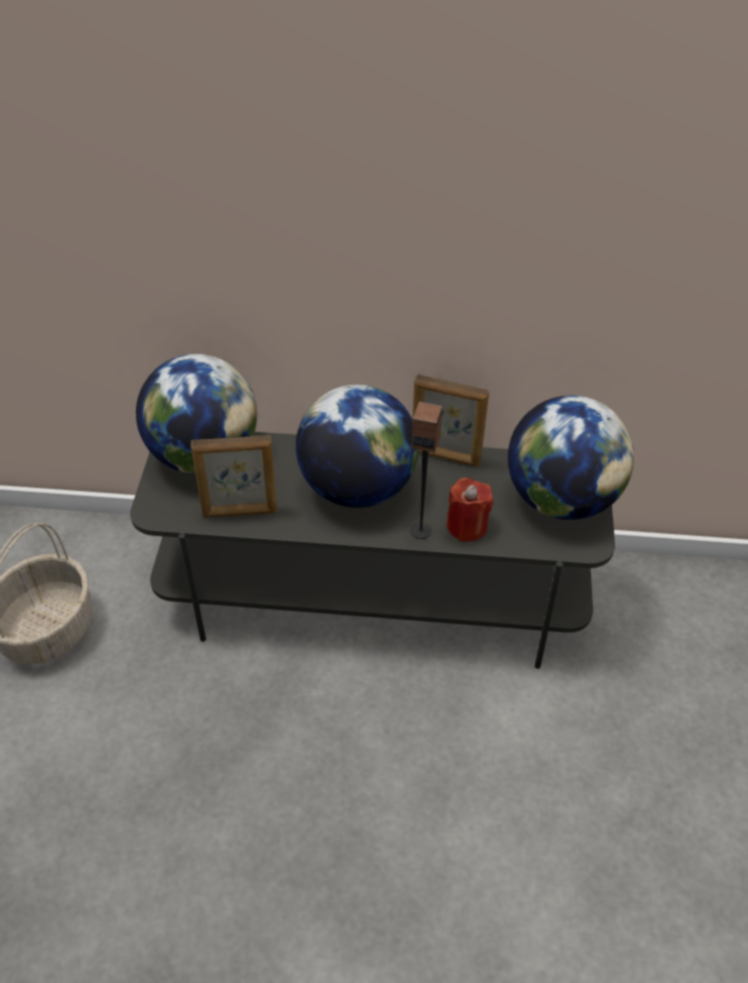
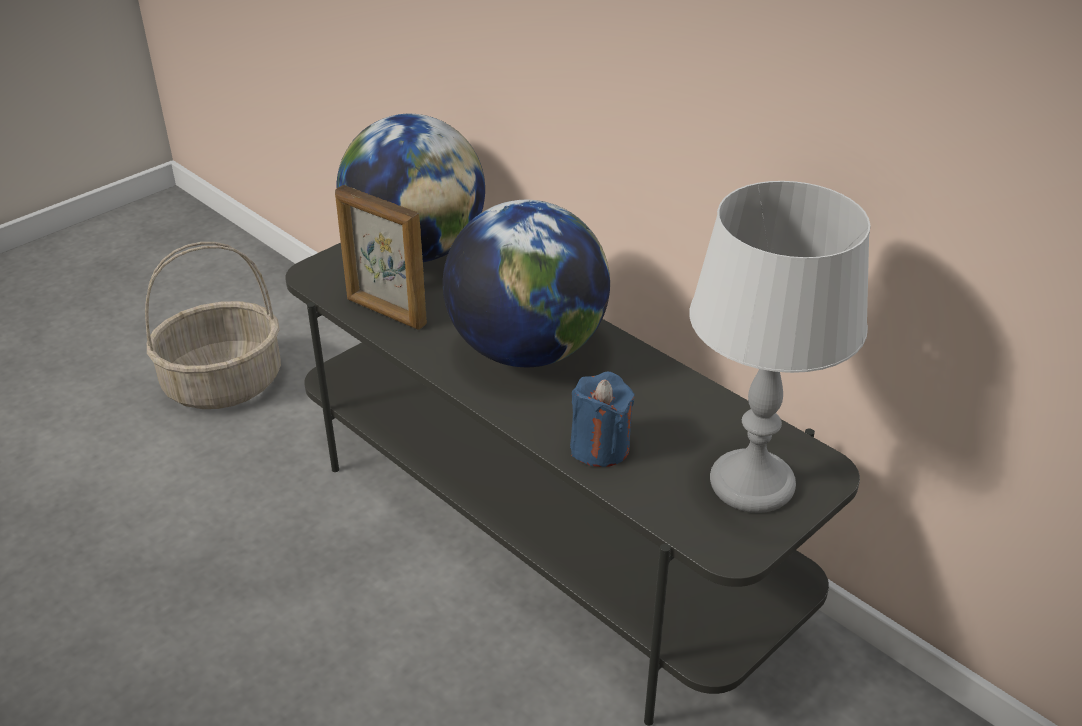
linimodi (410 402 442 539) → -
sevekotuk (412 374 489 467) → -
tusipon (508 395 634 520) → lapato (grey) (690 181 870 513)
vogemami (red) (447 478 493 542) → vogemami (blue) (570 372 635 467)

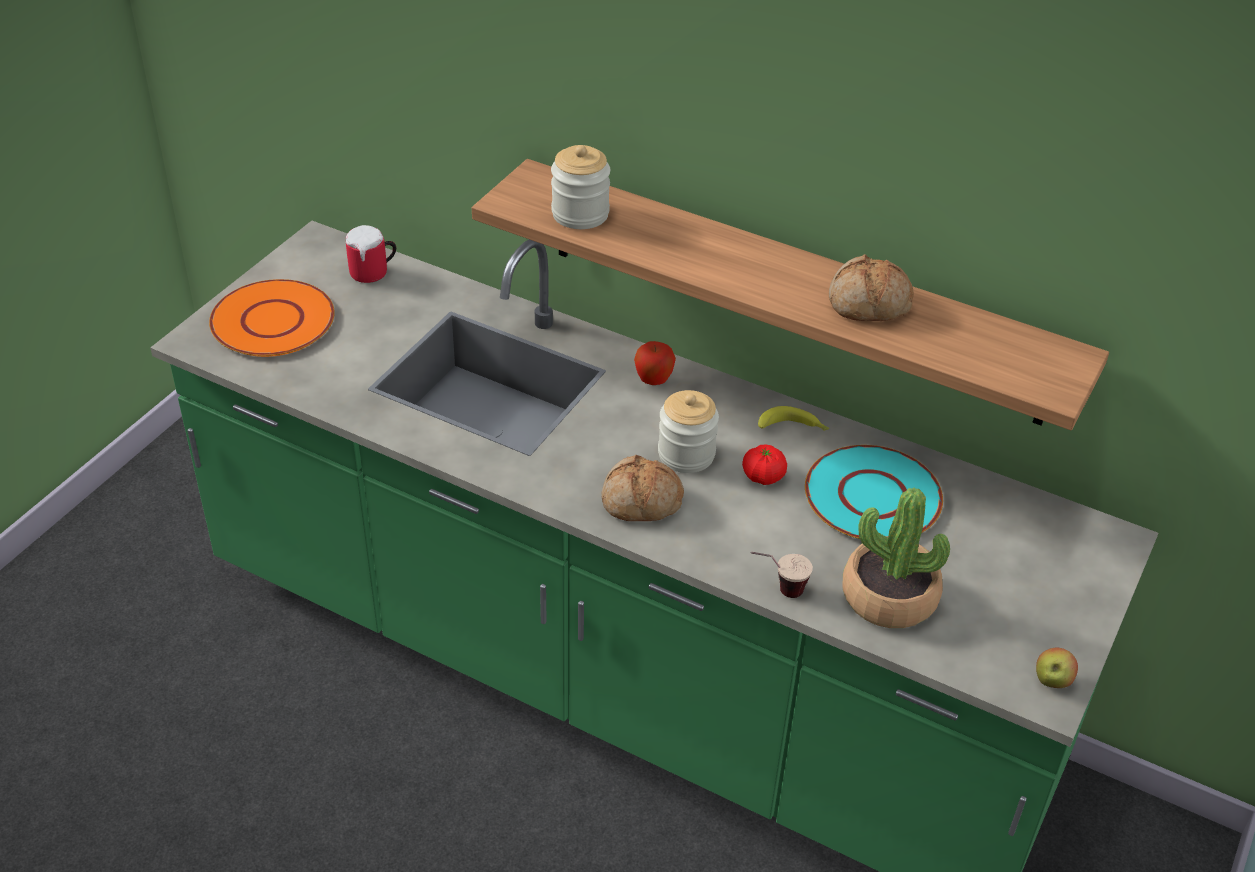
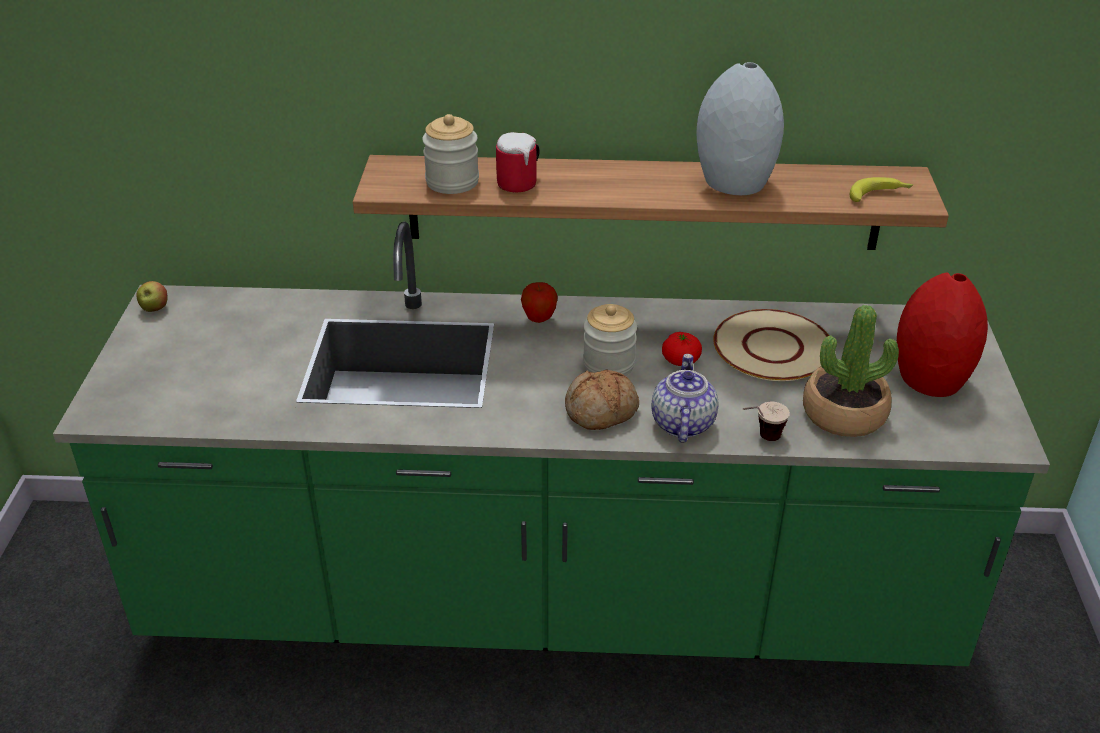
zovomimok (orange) (209 279 335 357) → -
- → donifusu (652 354 719 443)
- → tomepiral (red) (897 273 988 397)
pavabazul (346 225 396 283) → pavabazul (496 132 540 193), relocated
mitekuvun (758 406 830 431) → mitekuvun (850 177 913 202), relocated
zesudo (1036 647 1078 688) → zesudo (137 281 167 312), relocated
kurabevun (829 254 914 321) → tomepiral (grey) (697 62 784 195)
zovomimok (turquoise) (805 445 943 539) → zovomimok (beige) (713 309 829 381)

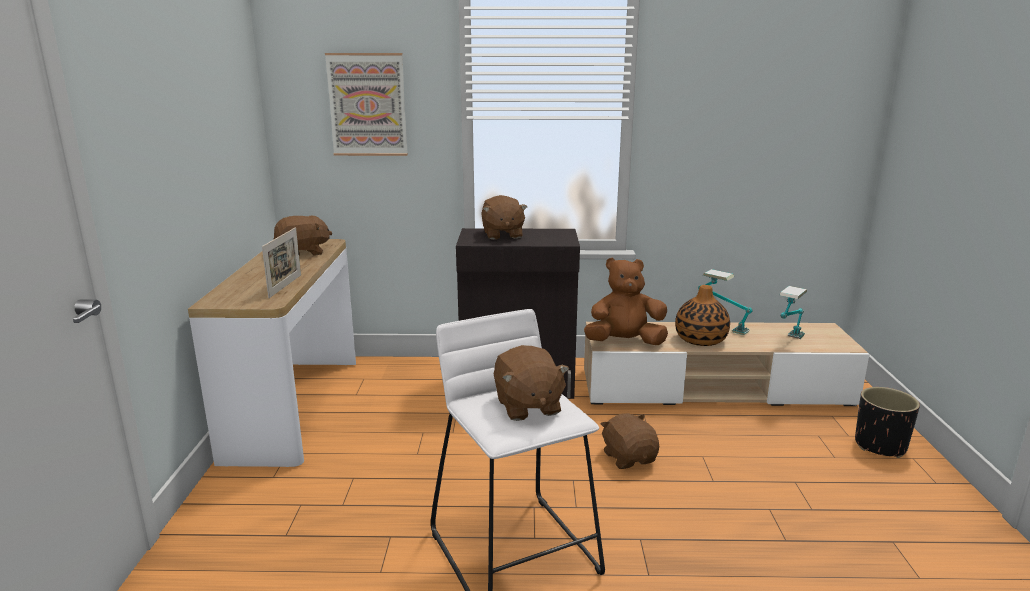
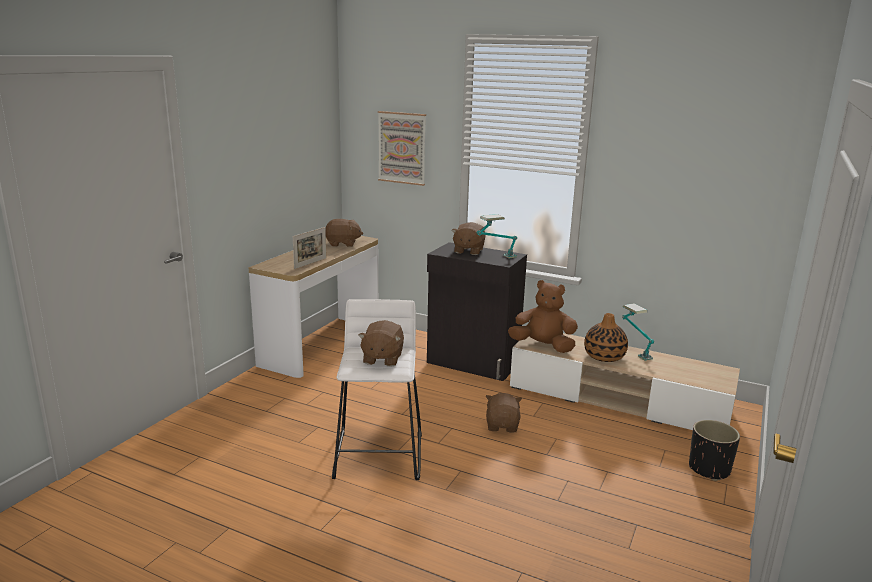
lapato (779 286 807 339) → lapato (477 214 517 259), relocated

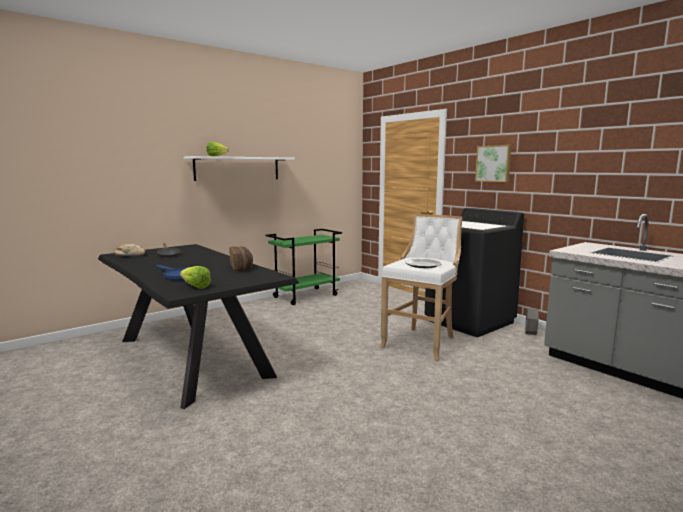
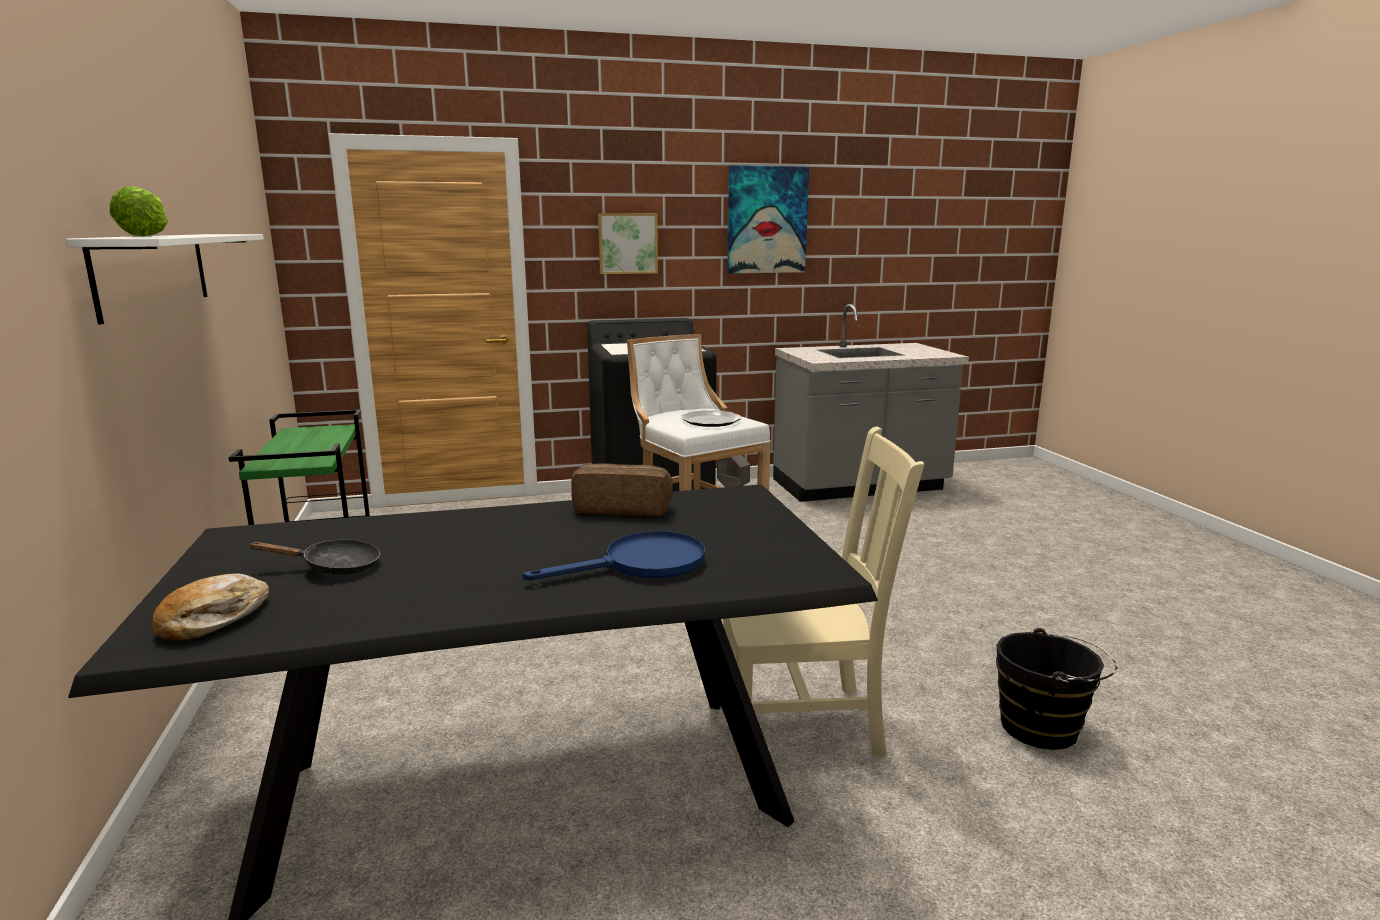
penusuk (180 266 211 289) → -
- → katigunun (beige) (723 426 924 765)
- → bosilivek (727 165 809 274)
- → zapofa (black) (996 628 1118 750)

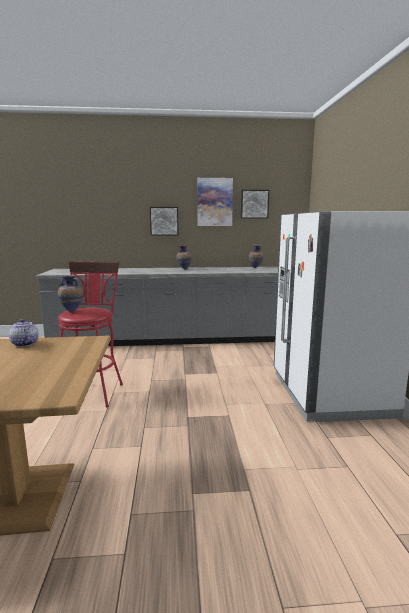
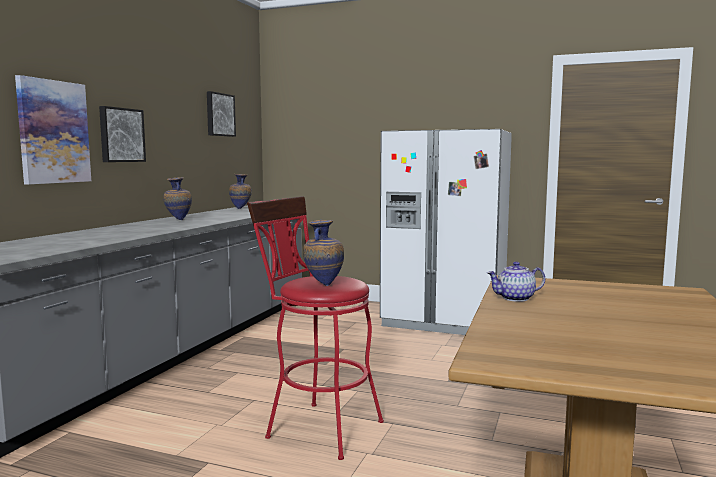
bosilivek (198 178 233 226) → bosilivek (15 75 91 184), relocated

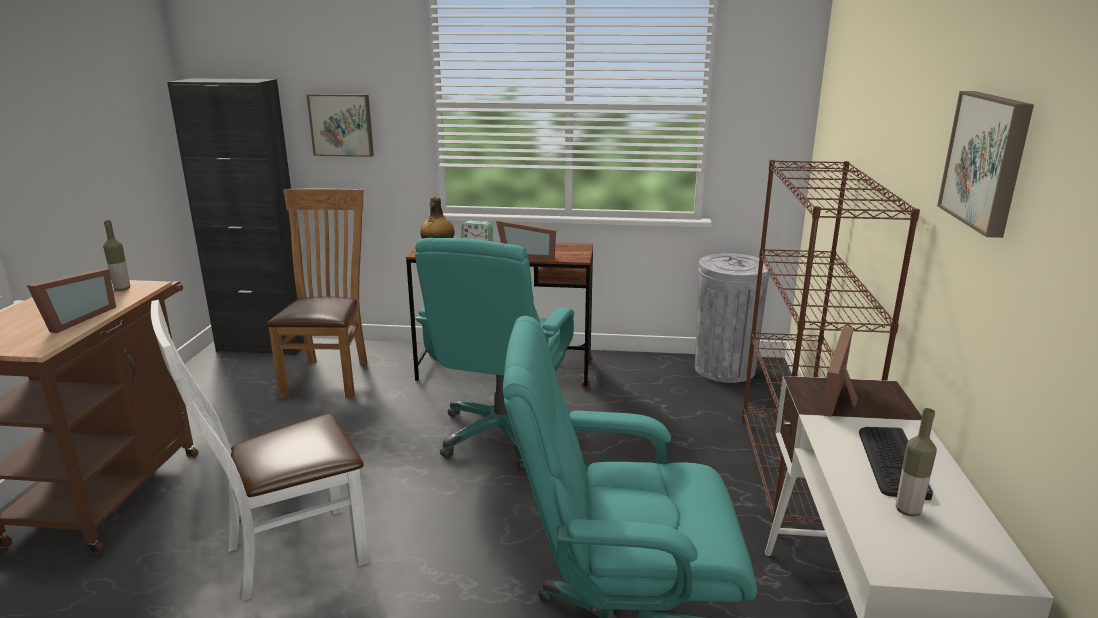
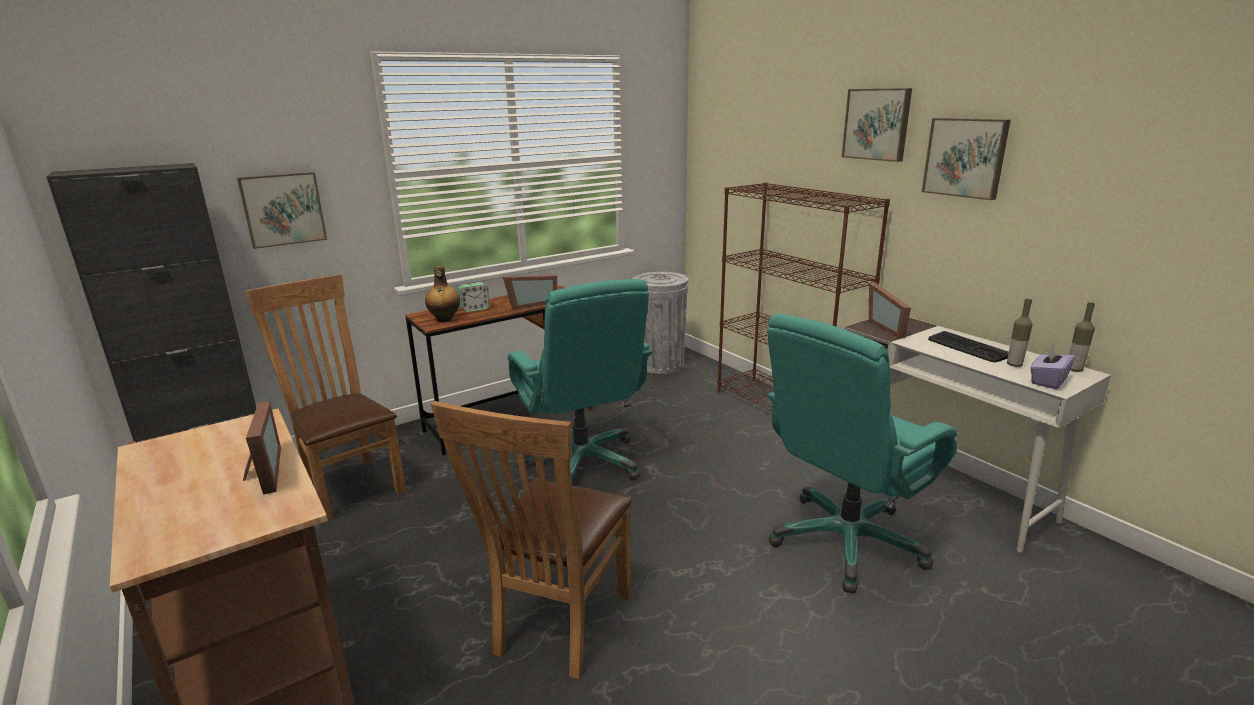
- → bosilivek (842 88 912 162)
- → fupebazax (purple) (1030 345 1075 389)
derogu (103 220 130 291) → derogu (1069 302 1095 372), relocated
katigunun (white) (151 300 370 601) → katigunun (brown) (431 401 632 679)

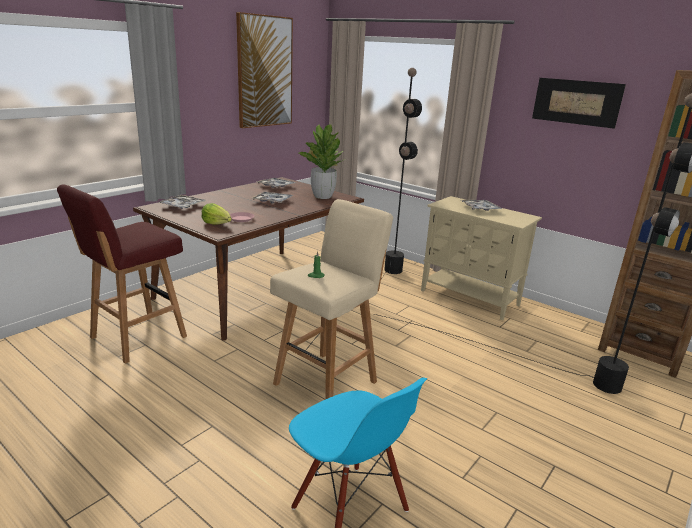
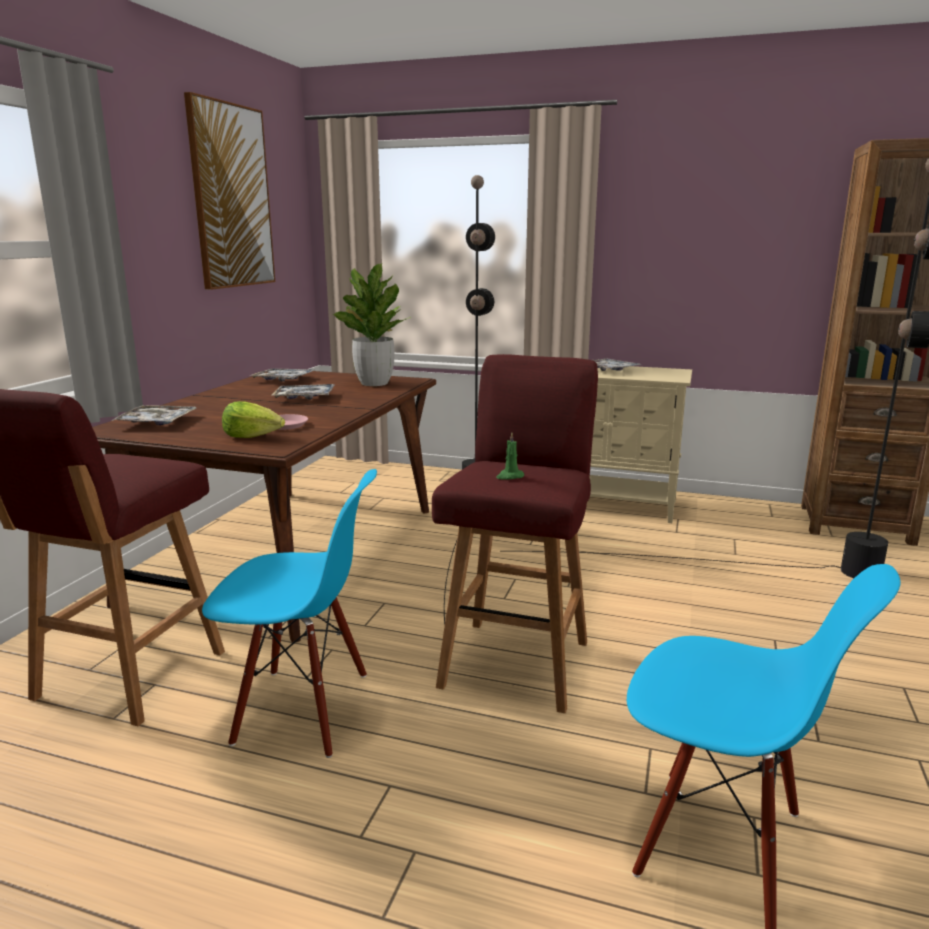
bosilivek (532 78 626 129) → -
- → katigunun (blue) (202 469 377 758)
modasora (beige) (270 199 393 400) → modasora (red) (432 354 598 713)

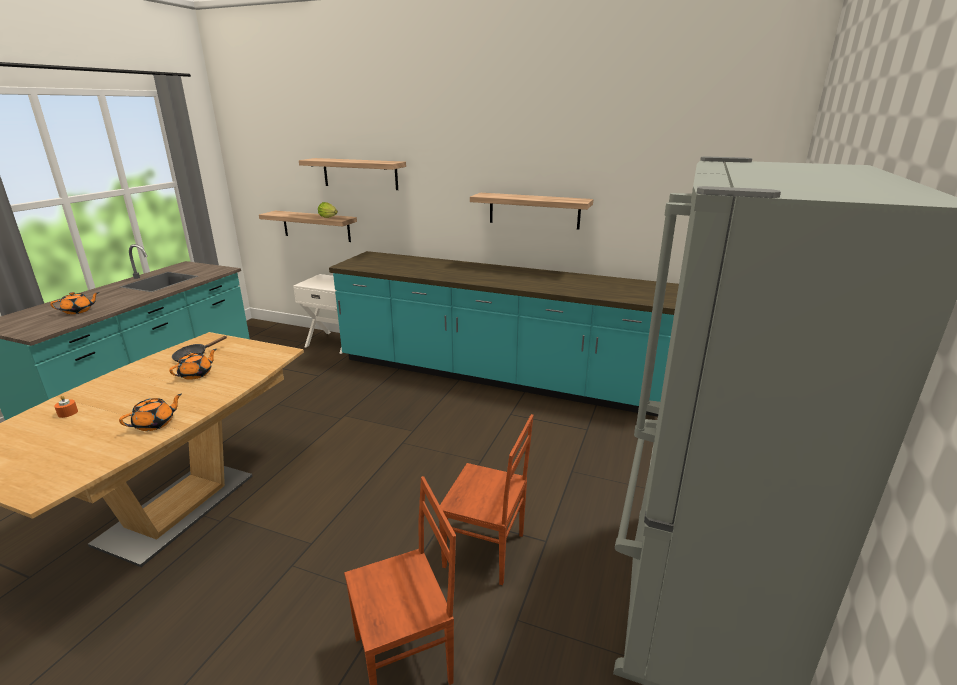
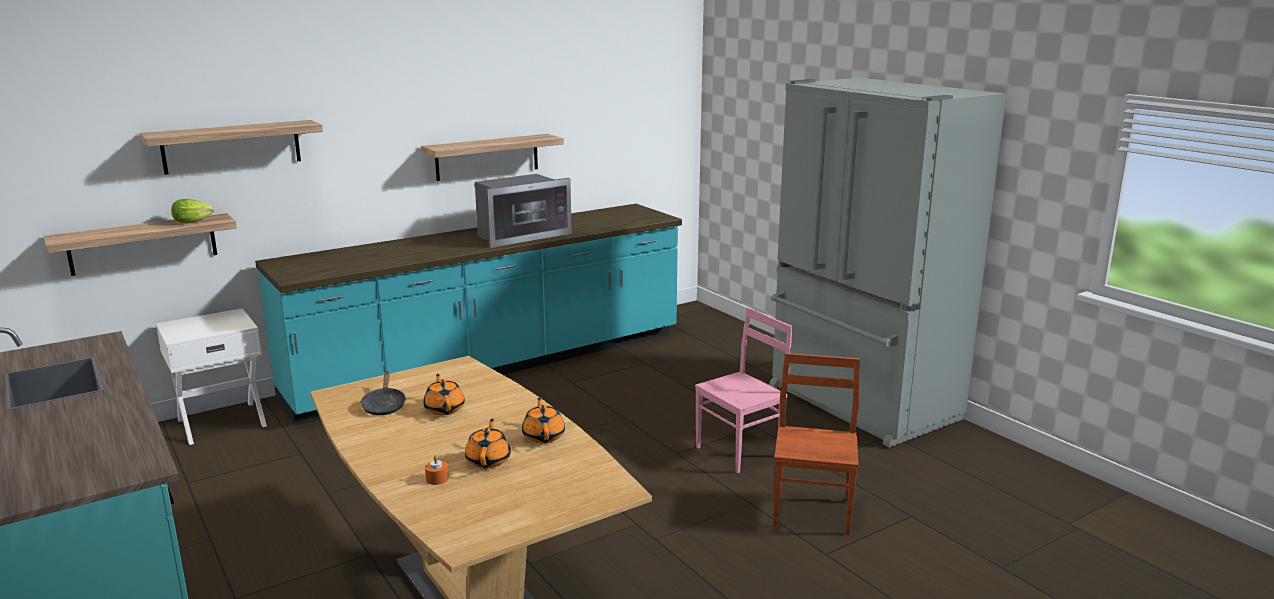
- → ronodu (475 174 572 248)
donifusu (orange) (50 292 99 314) → donifusu (orange) (465 419 511 468), relocated
katigunun (brown) (439 414 534 585) → katigunun (pink) (695 308 793 473)

